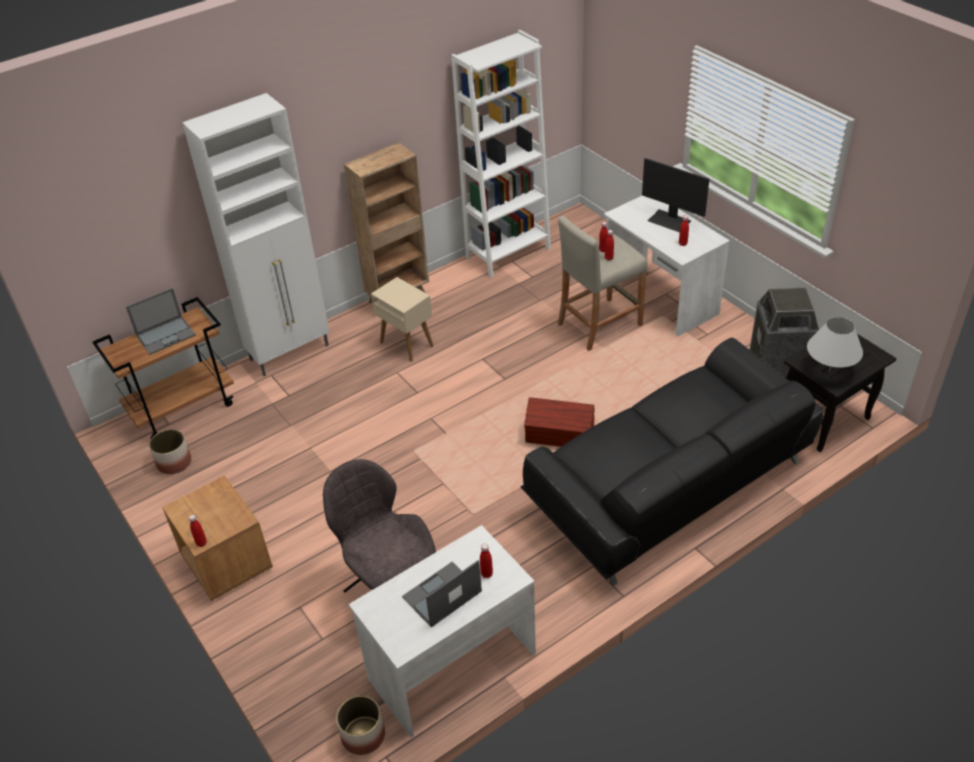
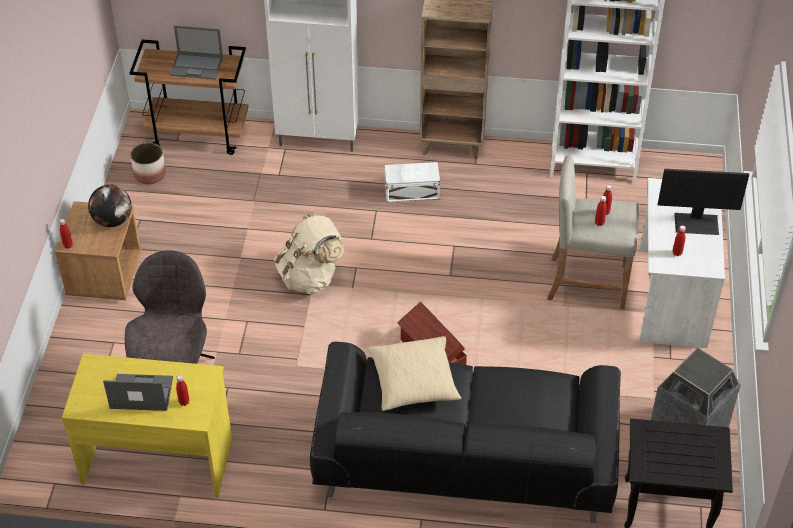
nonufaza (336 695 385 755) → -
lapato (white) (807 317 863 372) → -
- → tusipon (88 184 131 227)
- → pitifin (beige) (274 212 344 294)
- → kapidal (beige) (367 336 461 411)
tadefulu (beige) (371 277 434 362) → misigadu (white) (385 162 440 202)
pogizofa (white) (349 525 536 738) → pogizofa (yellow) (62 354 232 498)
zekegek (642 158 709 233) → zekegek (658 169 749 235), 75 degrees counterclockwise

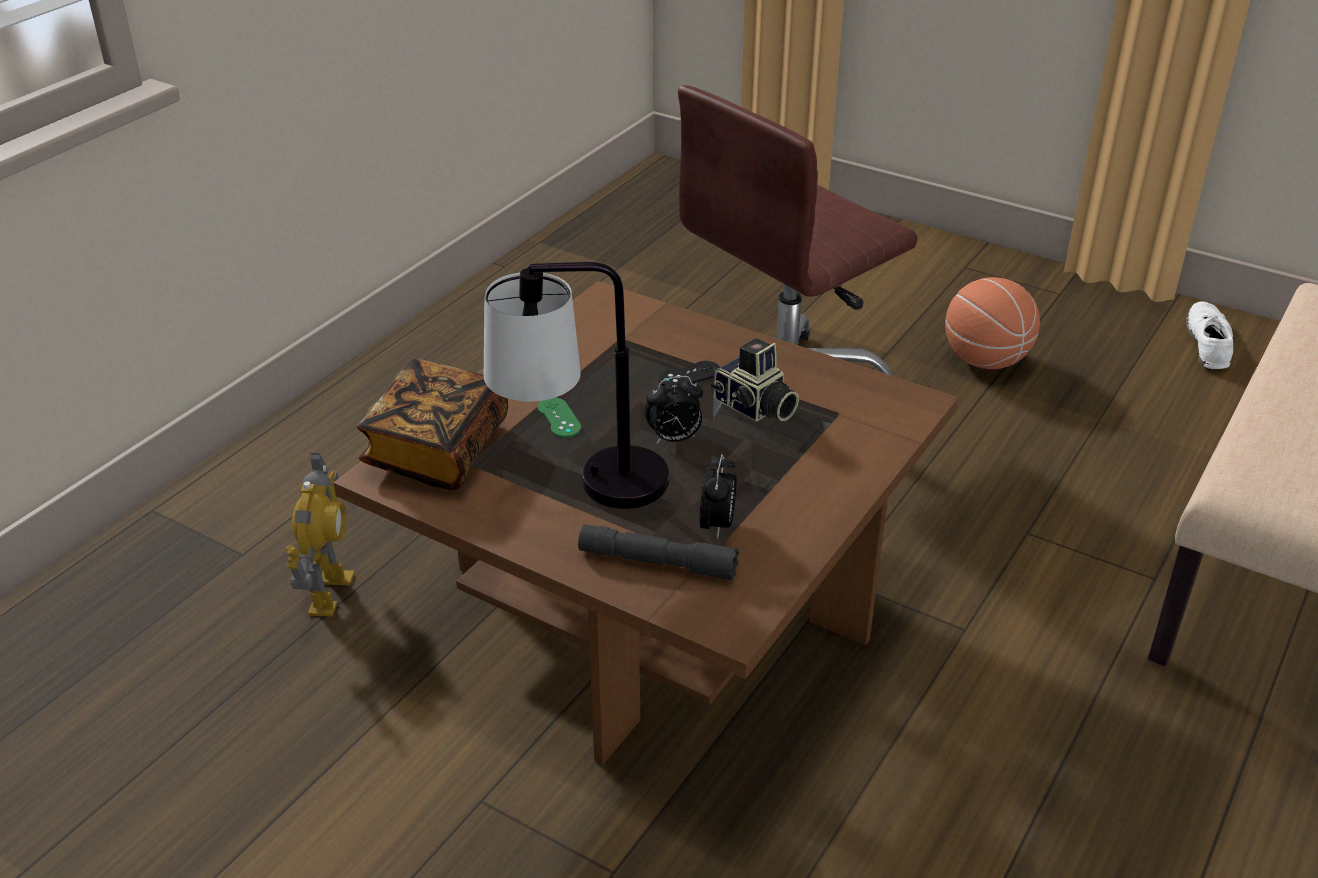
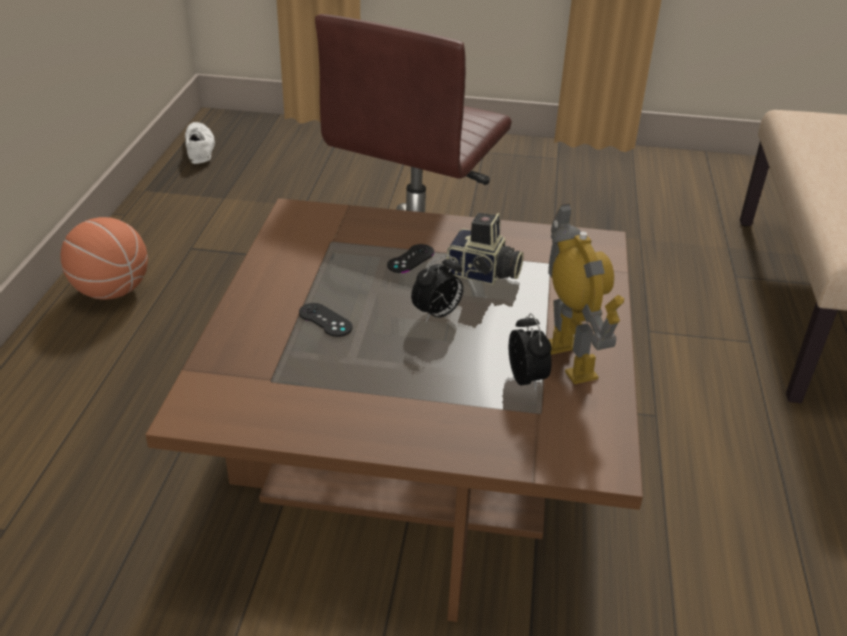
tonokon (357 359 508 490) → -
lapato (484 262 669 509) → -
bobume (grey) (578 524 739 581) → -
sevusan (286 453 354 617) → sevusan (548 203 625 384), relocated
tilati (945 277 1040 369) → tilati (61 217 148 300), relocated
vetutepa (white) (1186 301 1233 369) → vetutepa (white) (185 122 215 164), relocated
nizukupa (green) (537 398 581 438) → nizukupa (black) (299 303 353 337)

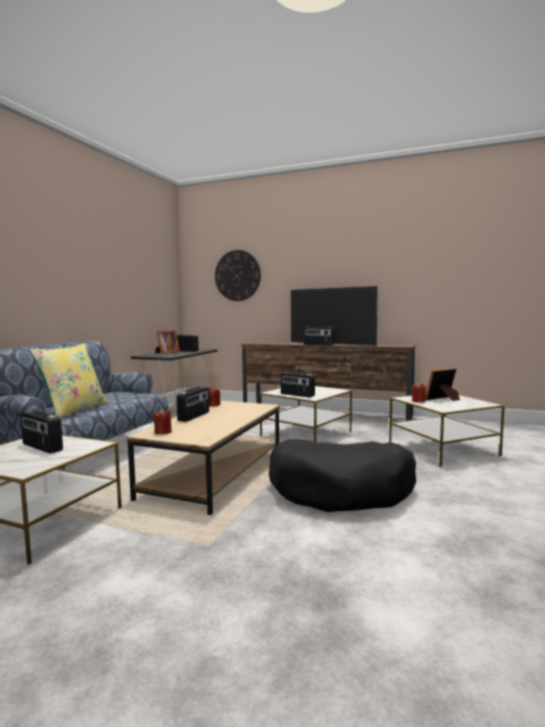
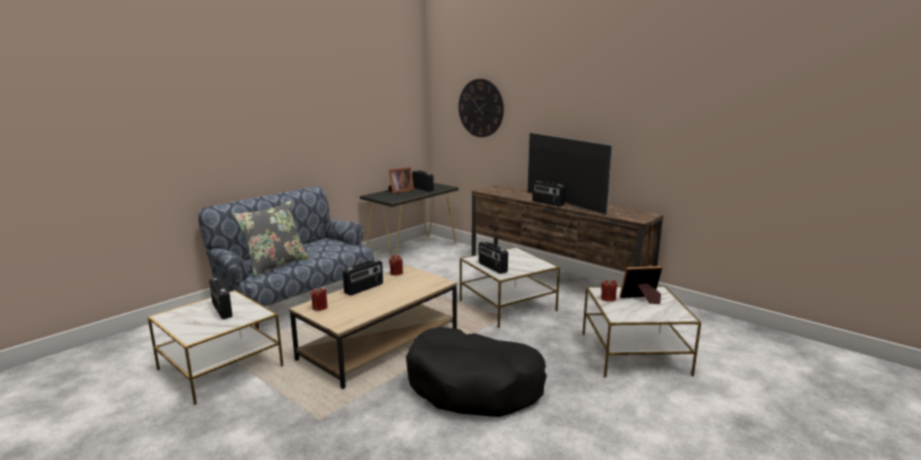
kapidal (yellow) (29 343 108 418) → kapidal (grey) (233 201 309 277)

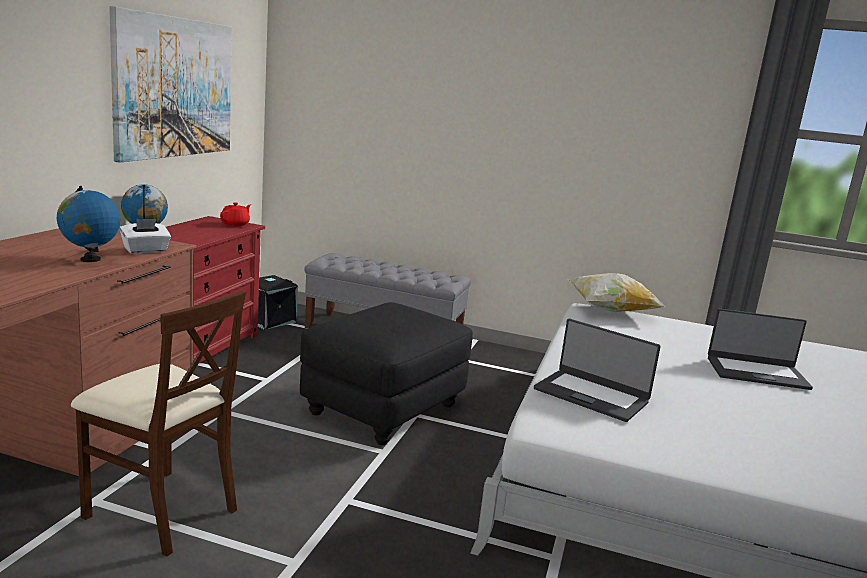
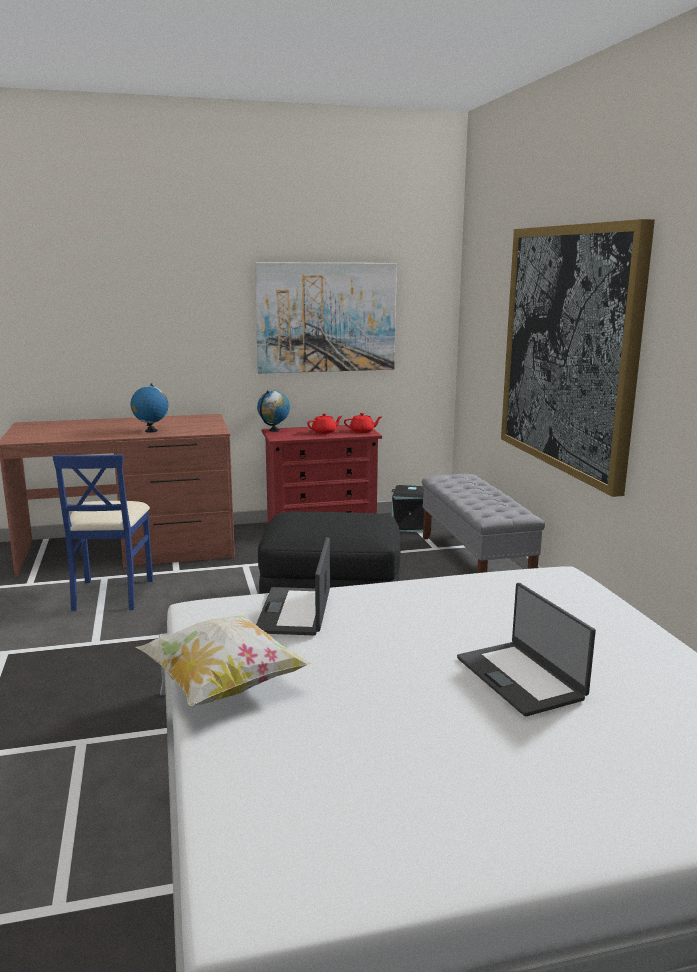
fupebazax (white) (119 219 171 254) → -
- → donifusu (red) (307 413 342 434)
- → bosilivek (501 219 655 497)
kapidal (568 273 665 312) → kapidal (136 615 311 706), relocated
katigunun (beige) (71 290 246 556) → katigunun (blue) (52 454 153 611)

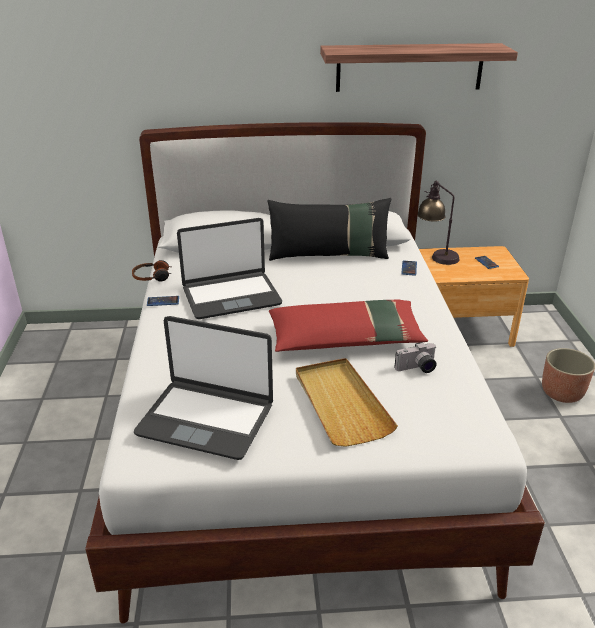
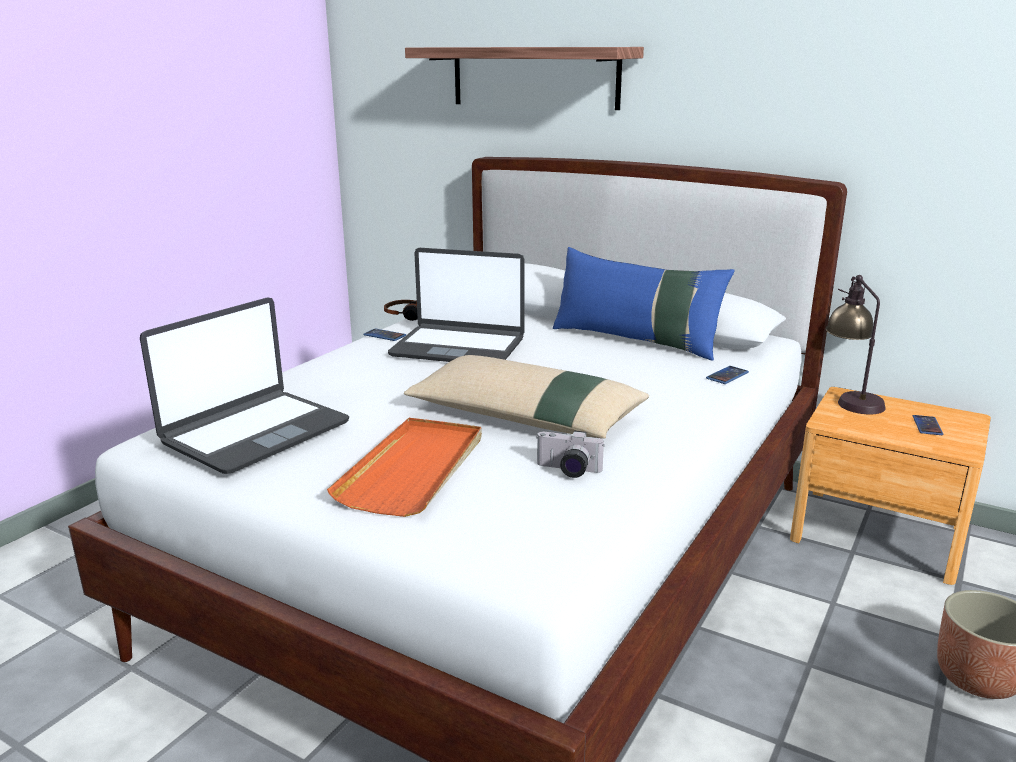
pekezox (320 43 518 92) → pekezox (405 47 644 110), relocated
kapidal (black) (268 198 391 261) → kapidal (blue) (553 247 735 361)
kapidal (red) (269 299 428 352) → kapidal (beige) (404 355 649 439)
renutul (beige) (296 358 398 447) → renutul (orange) (327 418 482 517)
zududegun (134 316 273 460) → zududegun (140 297 349 474), 105 degrees counterclockwise

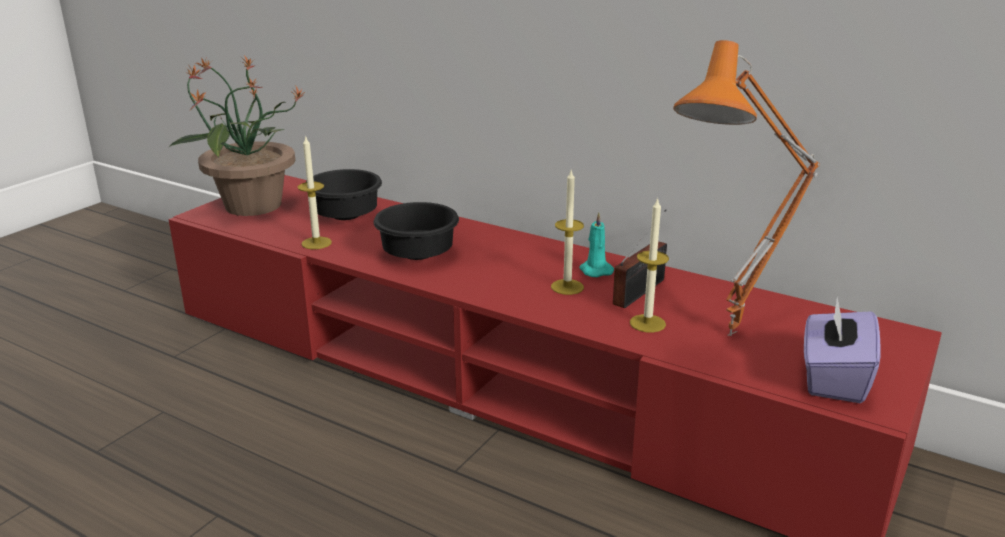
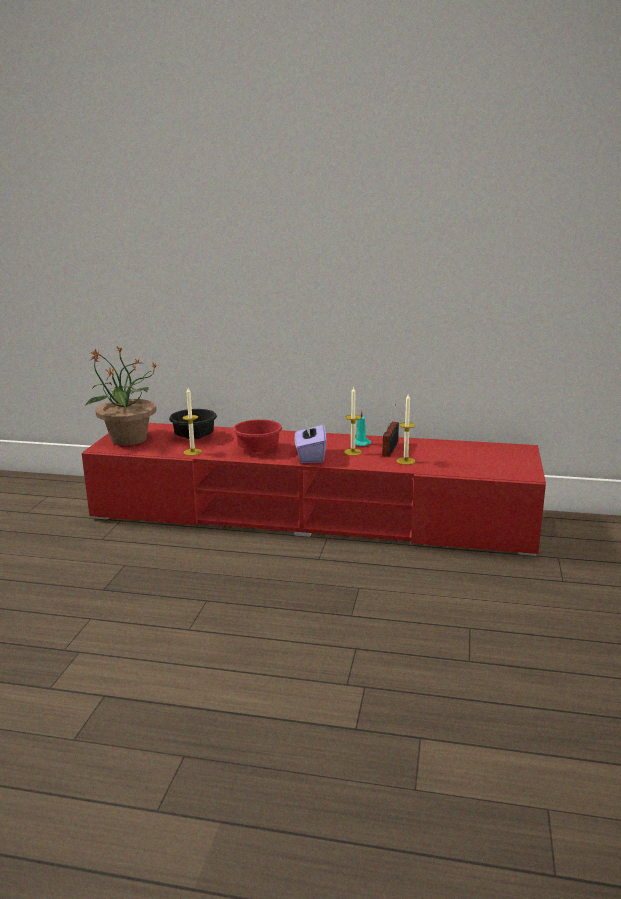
lapato (orange) (673 40 820 336) → -
fupebazax (purple) (804 297 881 403) → fupebazax (purple) (295 420 327 463), relocated
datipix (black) (374 202 459 260) → datipix (red) (233 419 282 452)

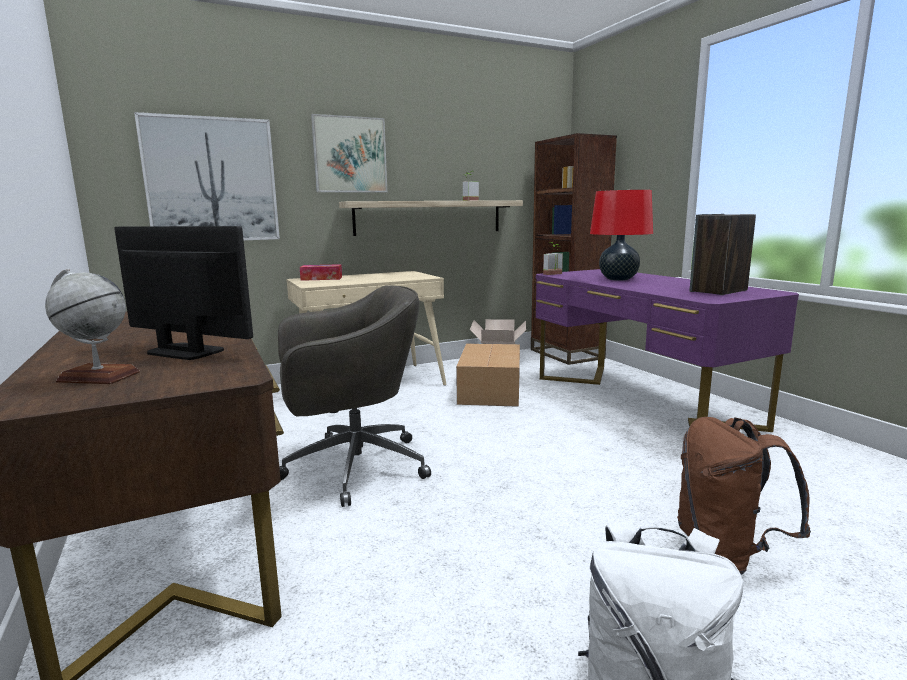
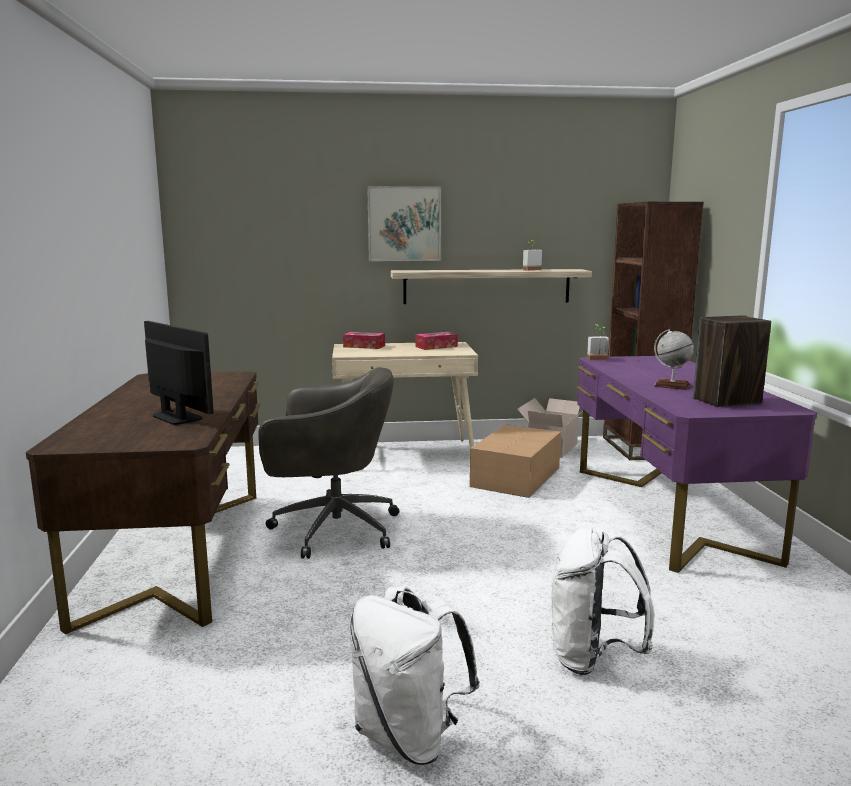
bosilivek (134 112 280 240) → -
lapato (red) (590 190 653 281) → -
- → fupebazax (415 332 458 350)
tusipon (45 269 140 384) → tusipon (654 329 694 390), relocated
pitifin (brown) (677 417 811 575) → pitifin (white) (552 528 655 675)

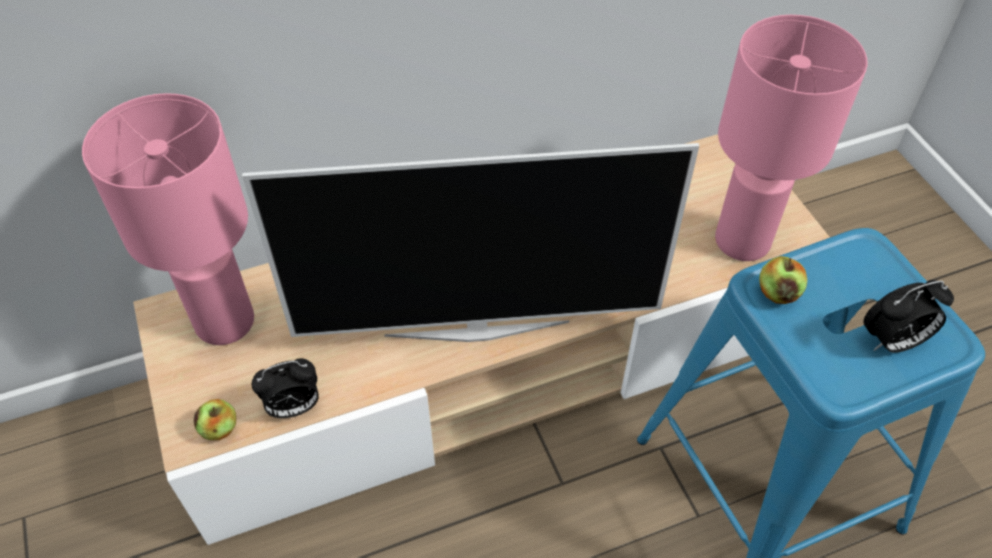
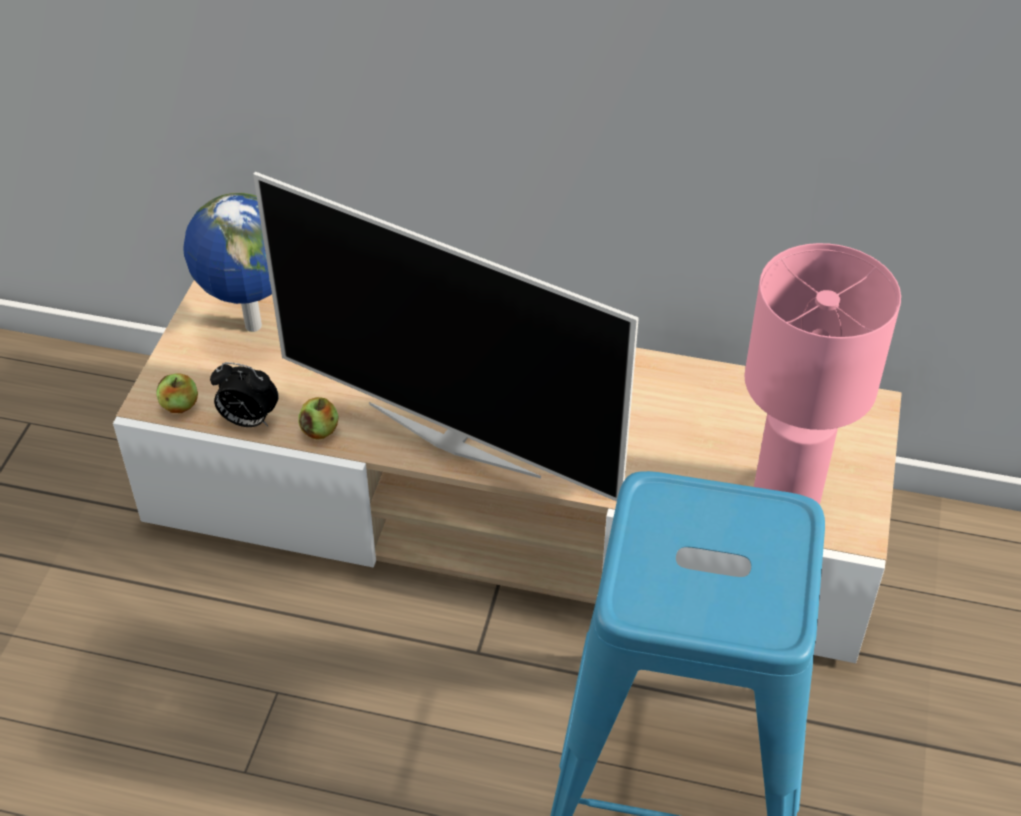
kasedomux (863 280 954 353) → -
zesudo (759 256 807 304) → zesudo (298 397 339 440), relocated
lapato (pink) (82 93 254 345) → tusipon (183 193 272 332)

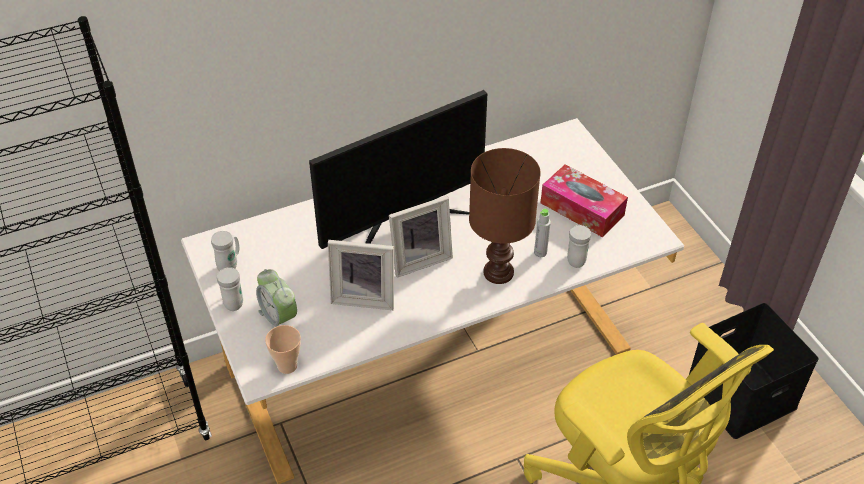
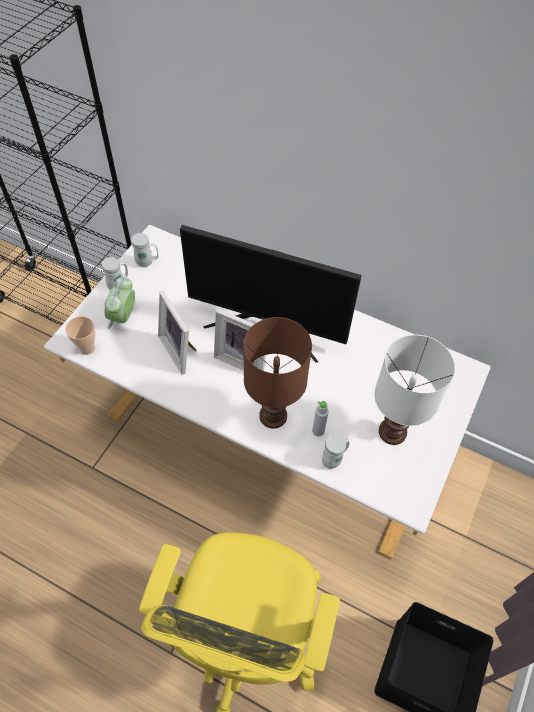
fupebazax (541 164 628 237) → lapato (white) (374 335 455 445)

